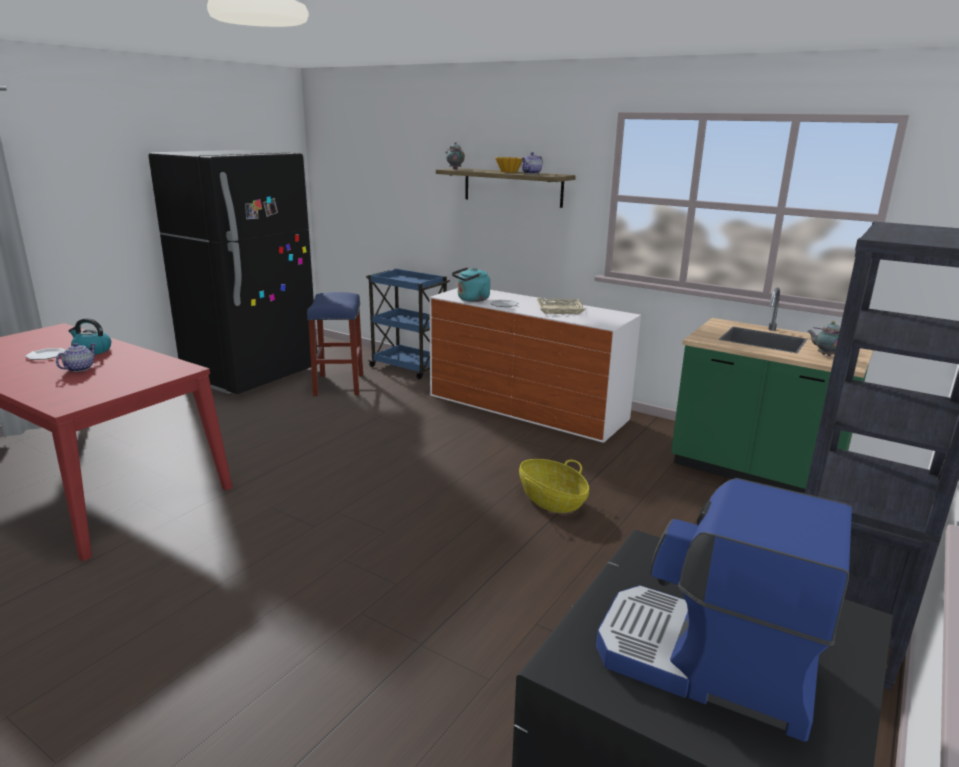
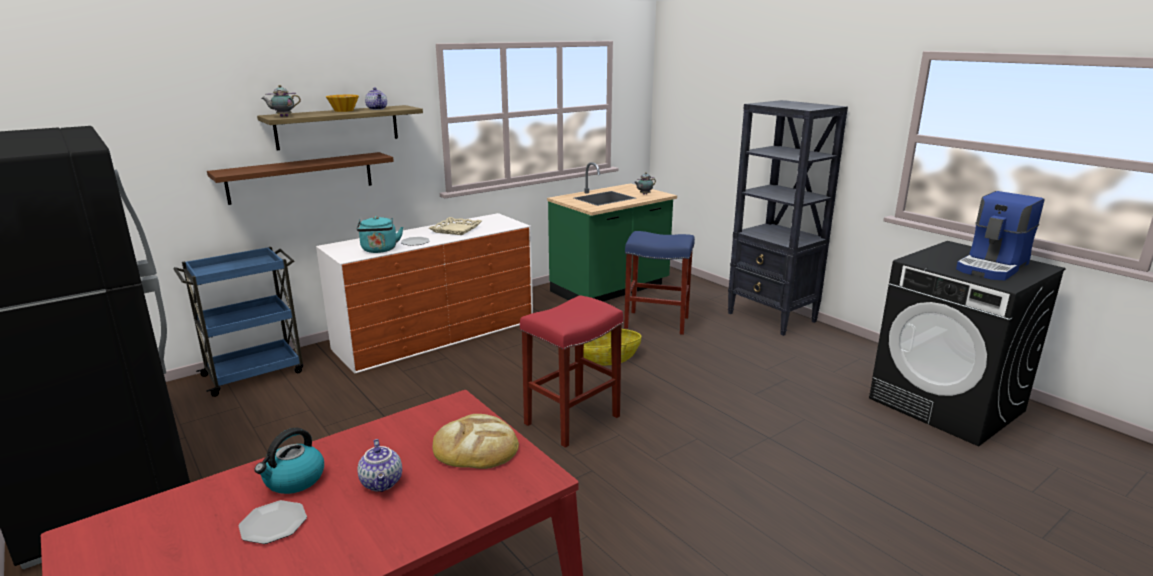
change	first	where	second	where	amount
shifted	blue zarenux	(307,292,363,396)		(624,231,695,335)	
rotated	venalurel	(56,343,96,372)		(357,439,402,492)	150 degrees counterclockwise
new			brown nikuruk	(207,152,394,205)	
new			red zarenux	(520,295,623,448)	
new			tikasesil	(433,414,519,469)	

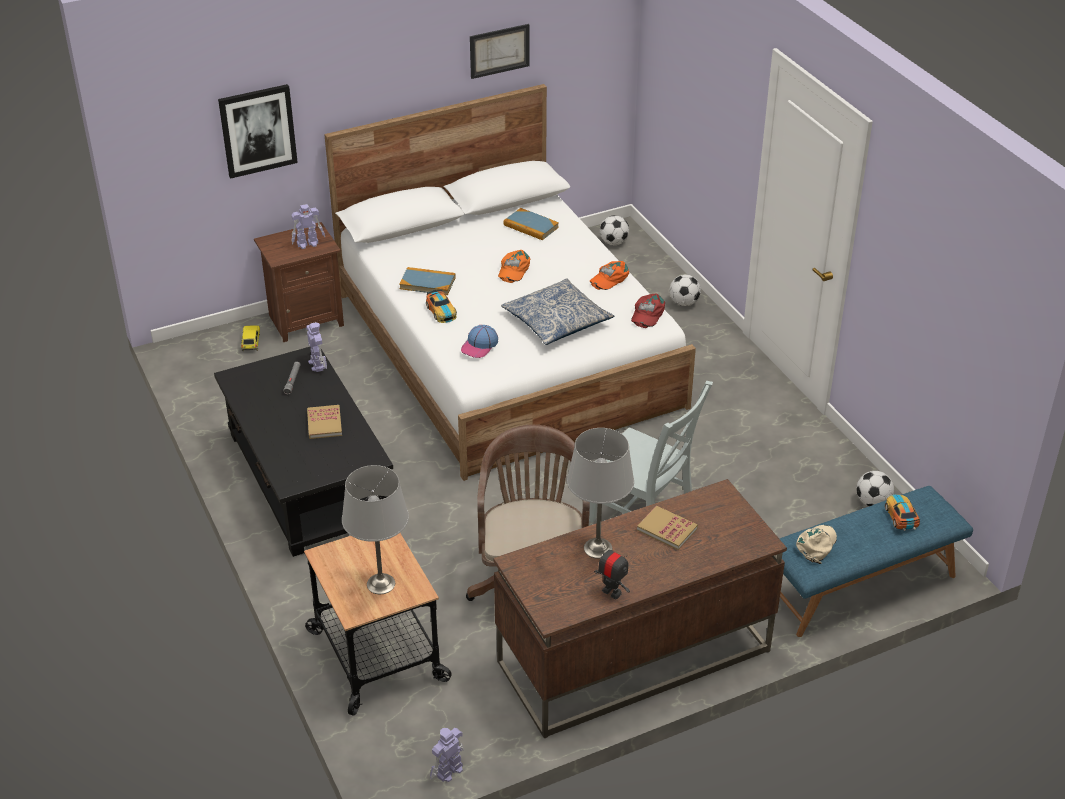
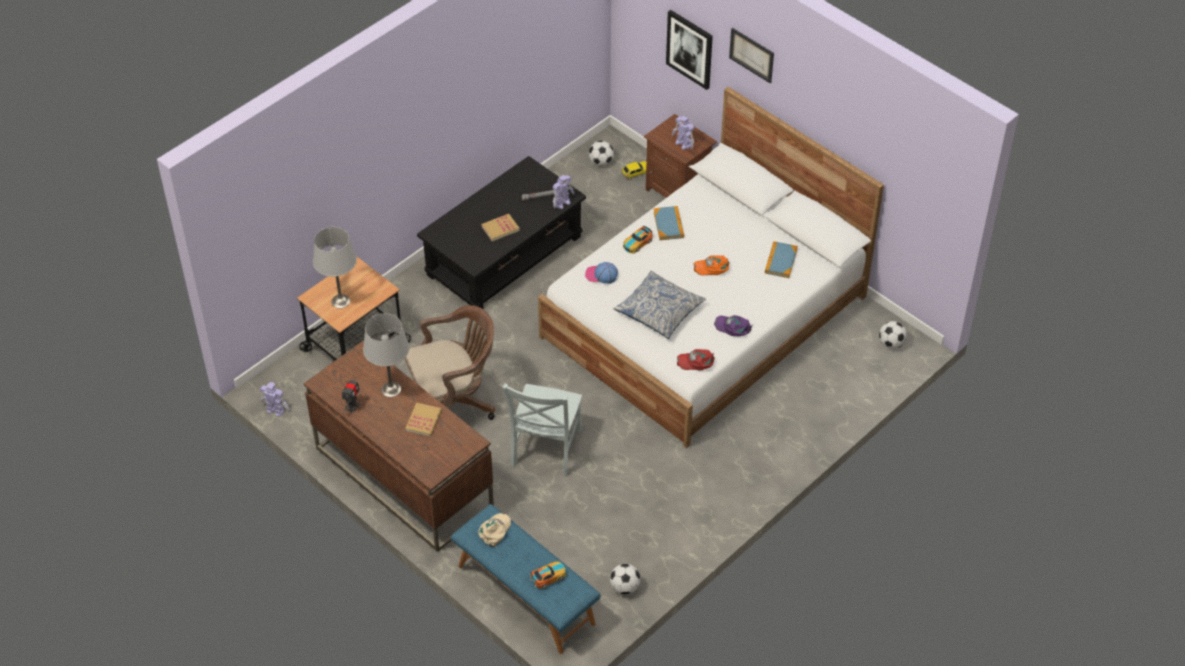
change	first	where	second	where	amount
shifted	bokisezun	(470,24,530,79)		(729,28,774,83)	
repainted	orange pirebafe	(590,261,629,290)	purple pirebafe	(714,315,753,336)	
shifted	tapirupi	(669,275,701,306)		(589,140,614,166)	
rotated	beige pirebafe	(796,525,837,564)		(478,513,511,548)	75 degrees counterclockwise

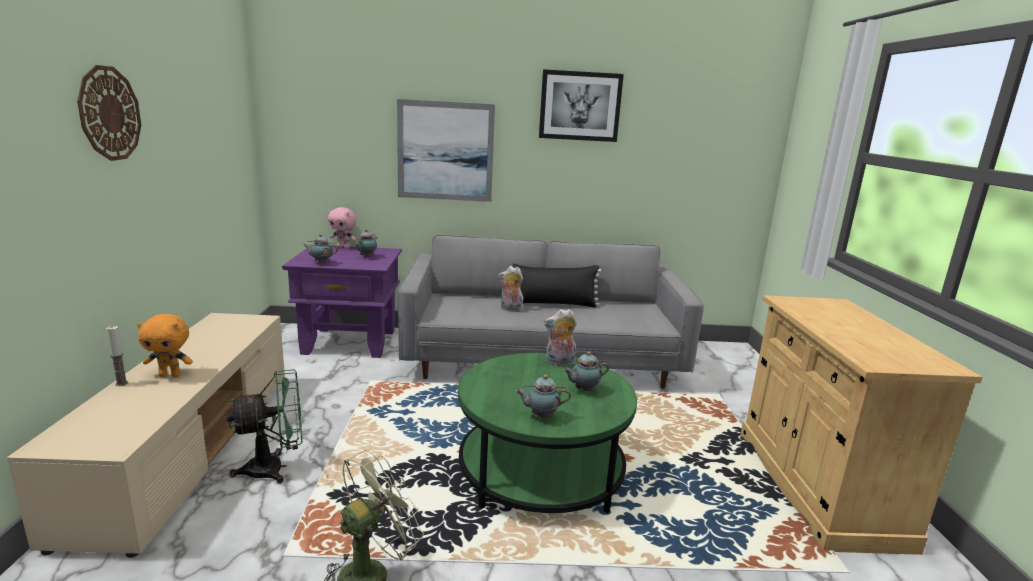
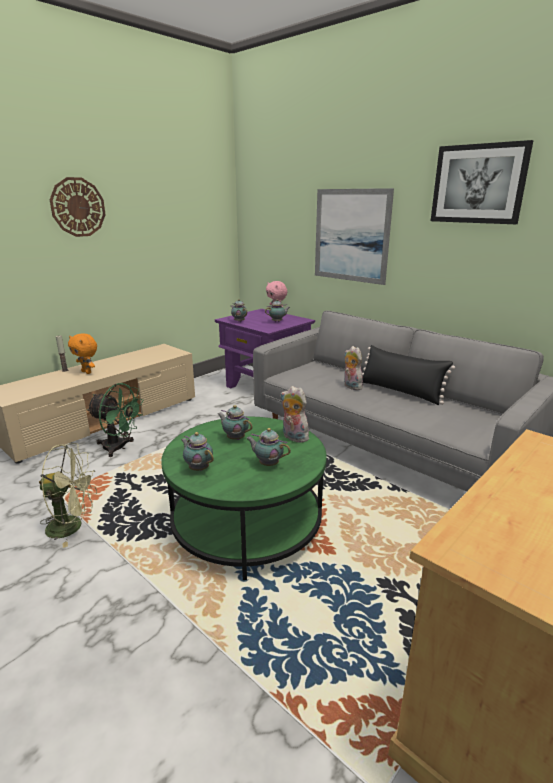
change	first	where	second	where	amount
new			venalurel	(218,405,252,440)	

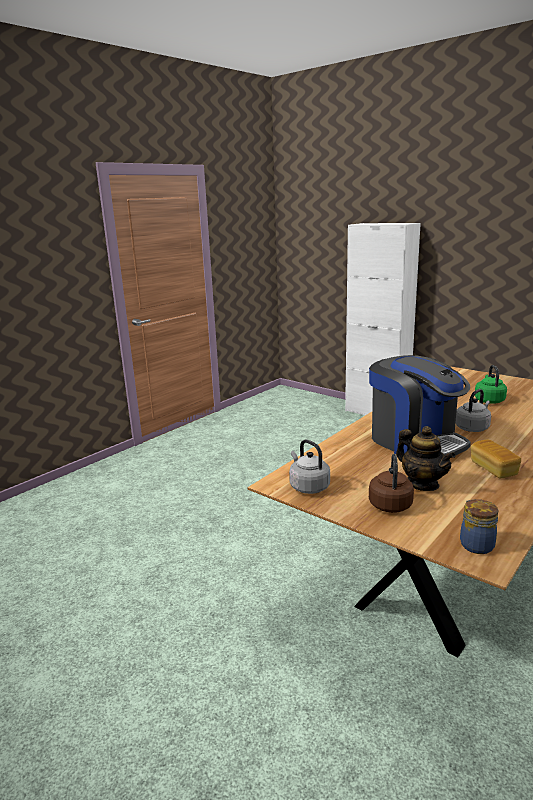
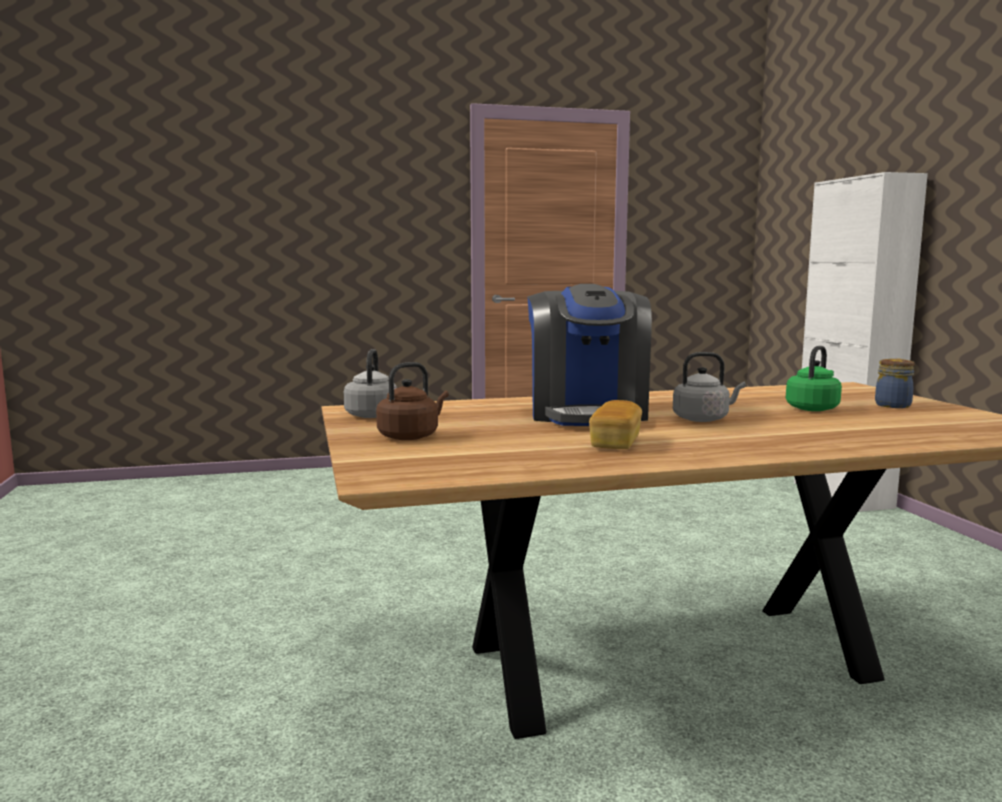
change	first	where	second	where	amount
gone	venalurel	(396,426,456,491)			
shifted	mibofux	(460,499,498,554)		(875,358,914,408)	

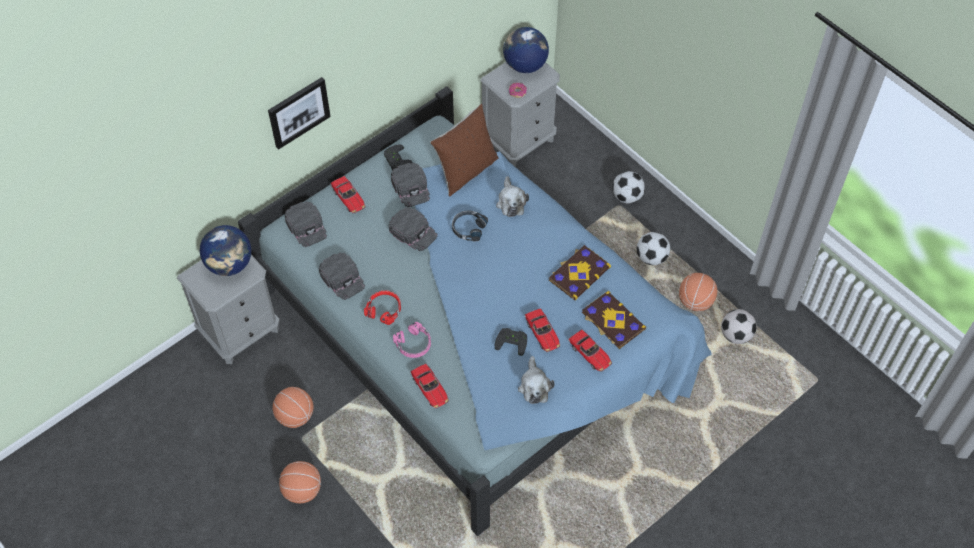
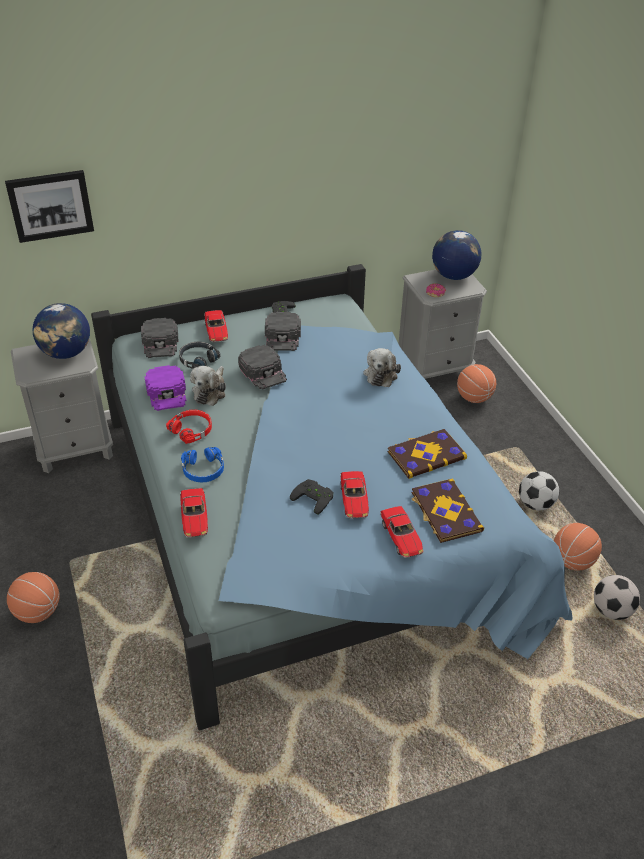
change	first	where	second	where	amount
shifted	bokisezun	(268,77,331,149)		(5,170,94,243)	
gone	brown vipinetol	(430,104,499,196)			
gone	tapirupi	(612,171,645,204)			
shifted	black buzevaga	(452,210,488,242)		(179,342,220,369)	
repainted	black pirebafe	(318,253,365,300)	purple pirebafe	(144,365,187,411)	
repainted	pink buzevaga	(393,322,431,358)	blue buzevaga	(181,447,224,482)	
shifted	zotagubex	(518,356,554,404)		(190,366,226,406)	
shifted	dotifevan	(272,387,314,428)		(457,364,496,403)	

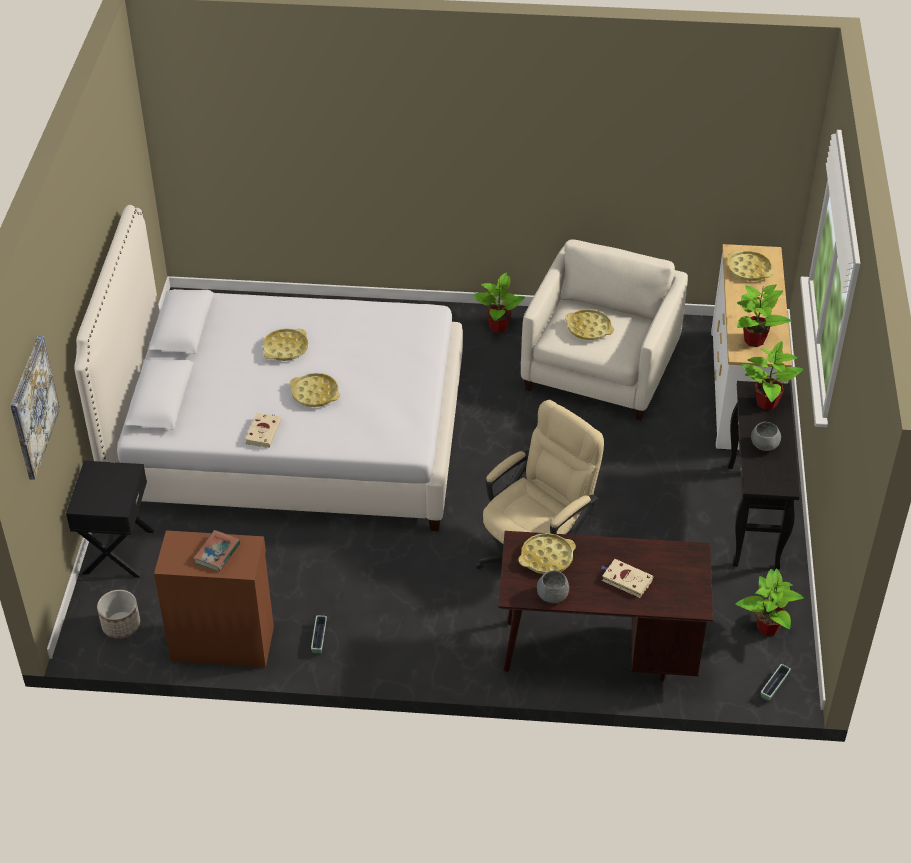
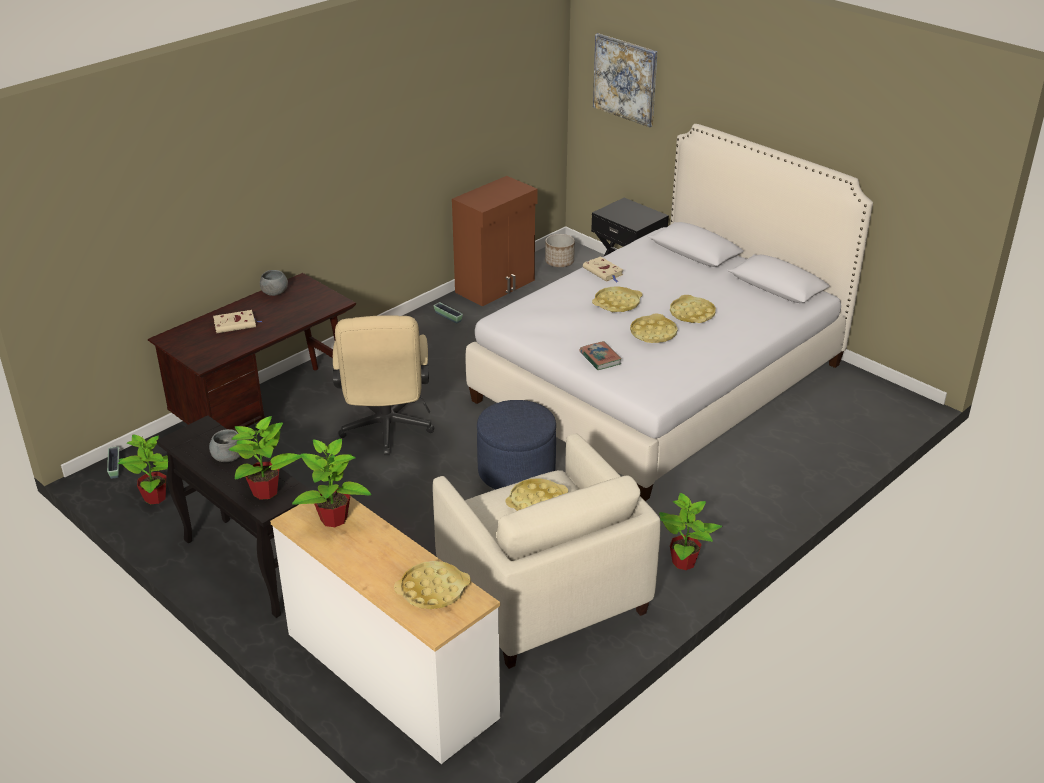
change	first	where	second	where	amount
shifted	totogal	(193,530,241,571)		(580,341,622,370)	
shifted	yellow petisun	(518,533,576,574)		(630,314,678,343)	
new			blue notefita	(477,400,556,490)	

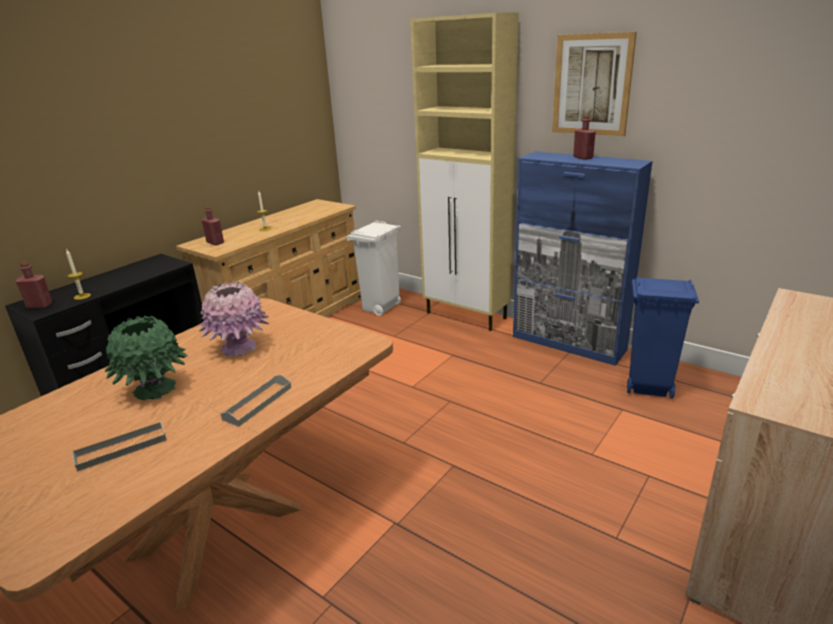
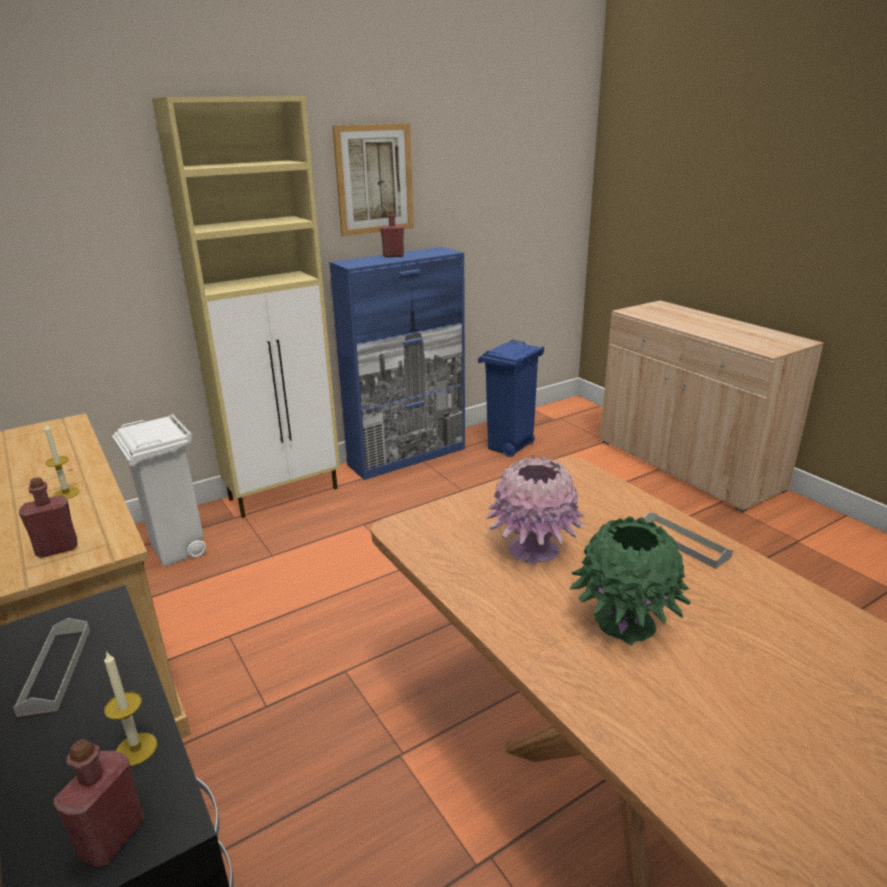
change	first	where	second	where	amount
shifted	grey petisun	(72,421,167,472)		(13,618,90,717)	

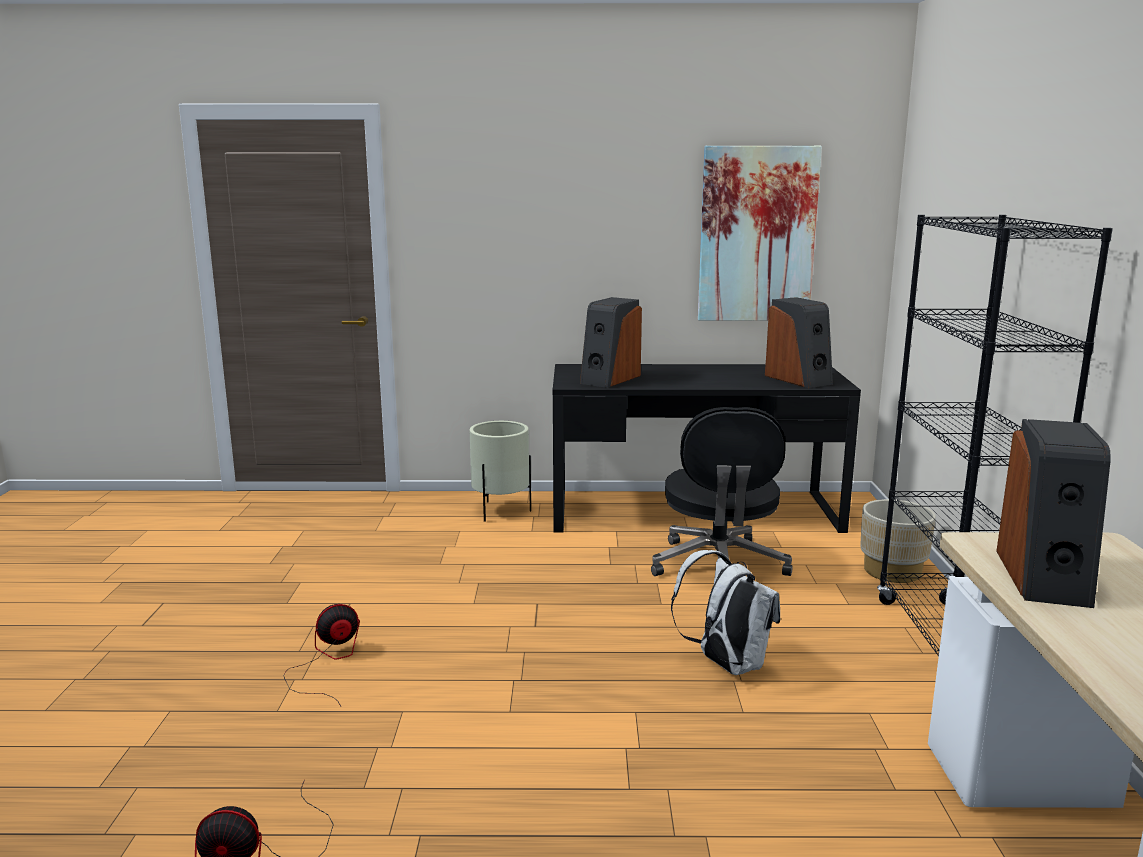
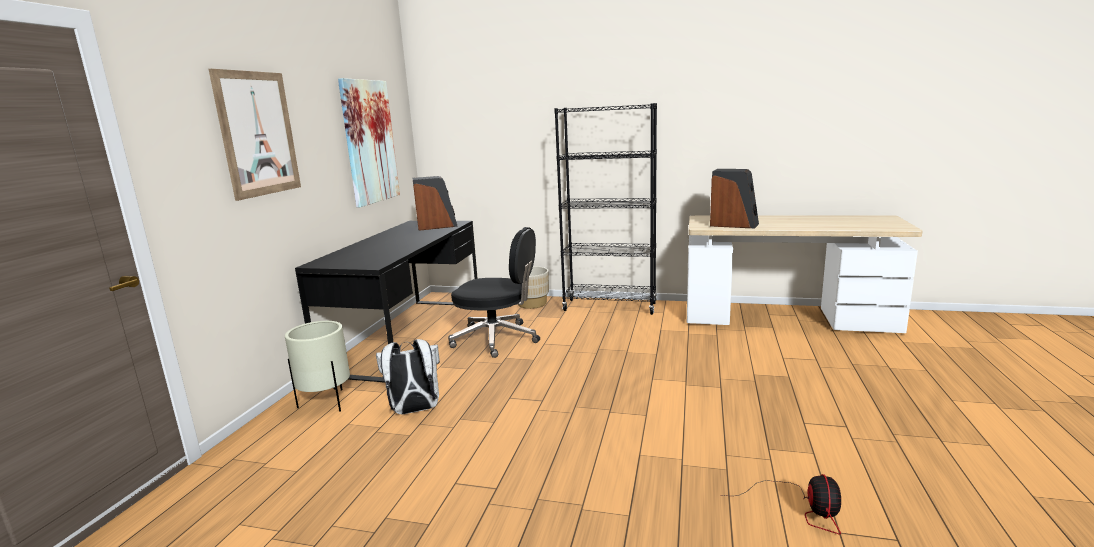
change	first	where	second	where	amount
gone	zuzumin	(580,297,642,388)			
shifted	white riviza	(671,550,780,675)		(376,339,440,414)	
gone	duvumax	(284,604,360,706)			
new			bokisezun	(209,69,301,201)	

